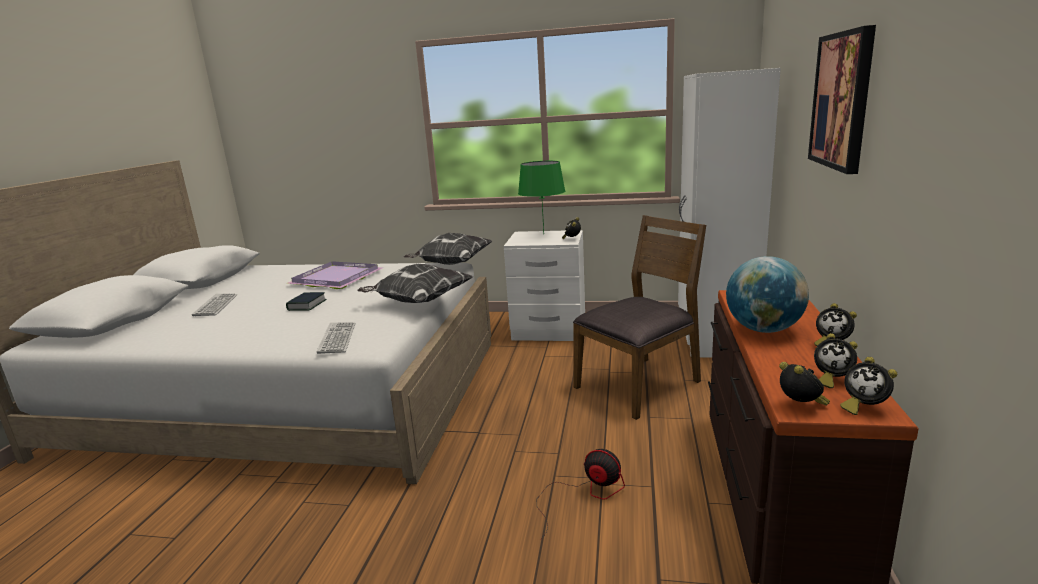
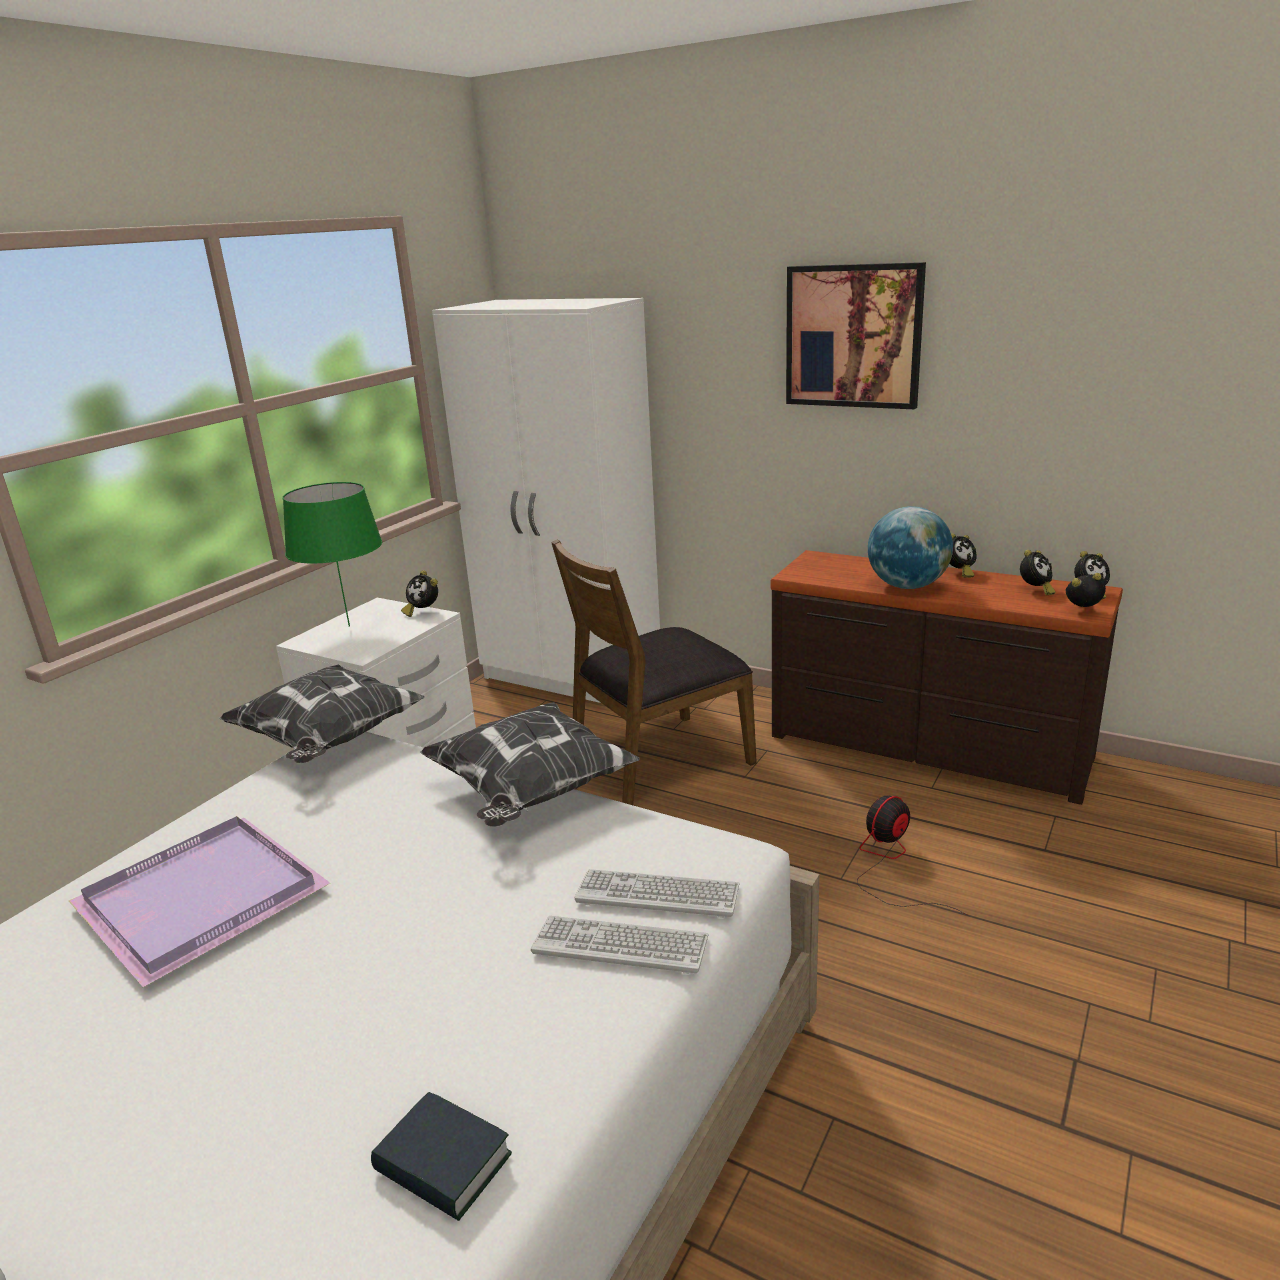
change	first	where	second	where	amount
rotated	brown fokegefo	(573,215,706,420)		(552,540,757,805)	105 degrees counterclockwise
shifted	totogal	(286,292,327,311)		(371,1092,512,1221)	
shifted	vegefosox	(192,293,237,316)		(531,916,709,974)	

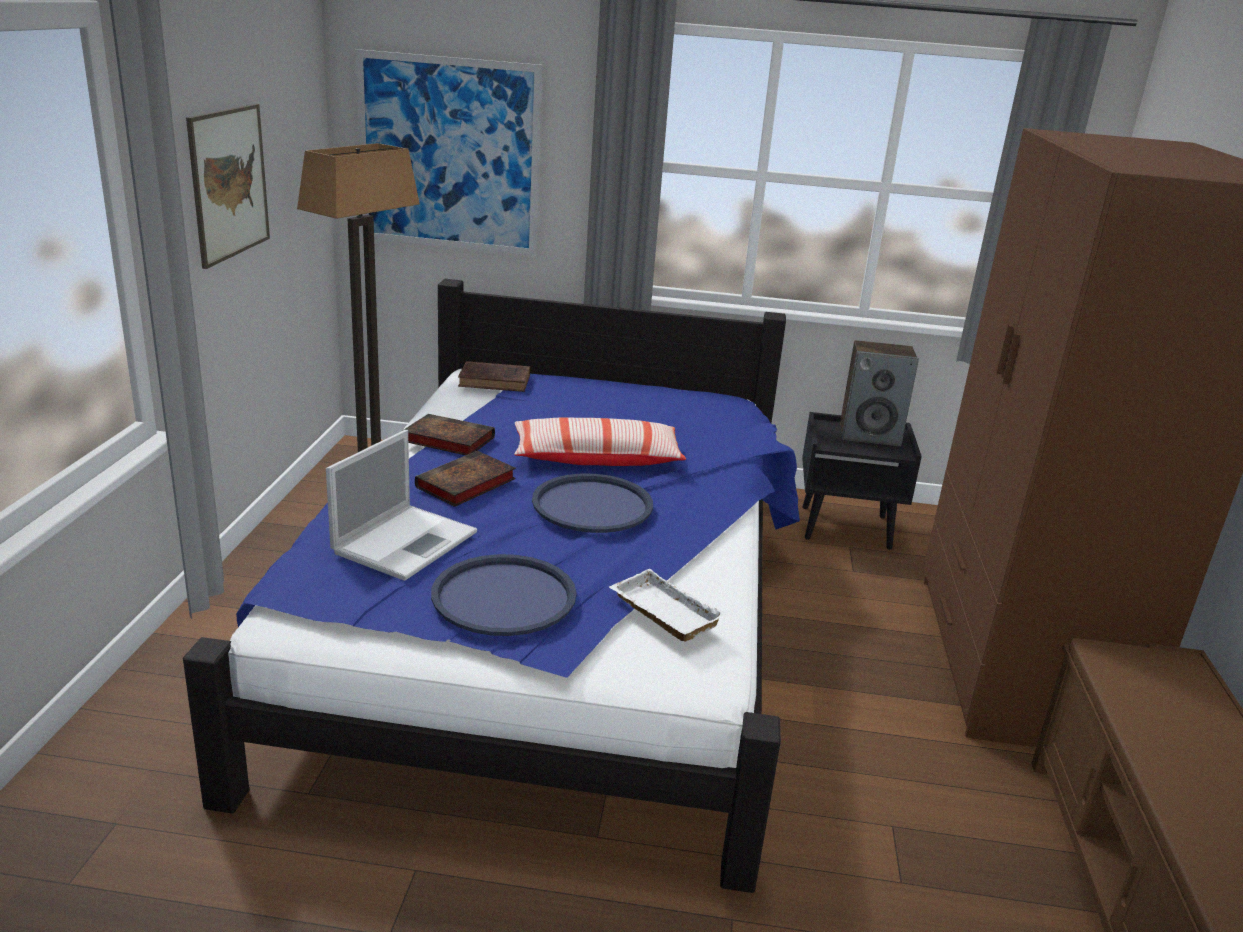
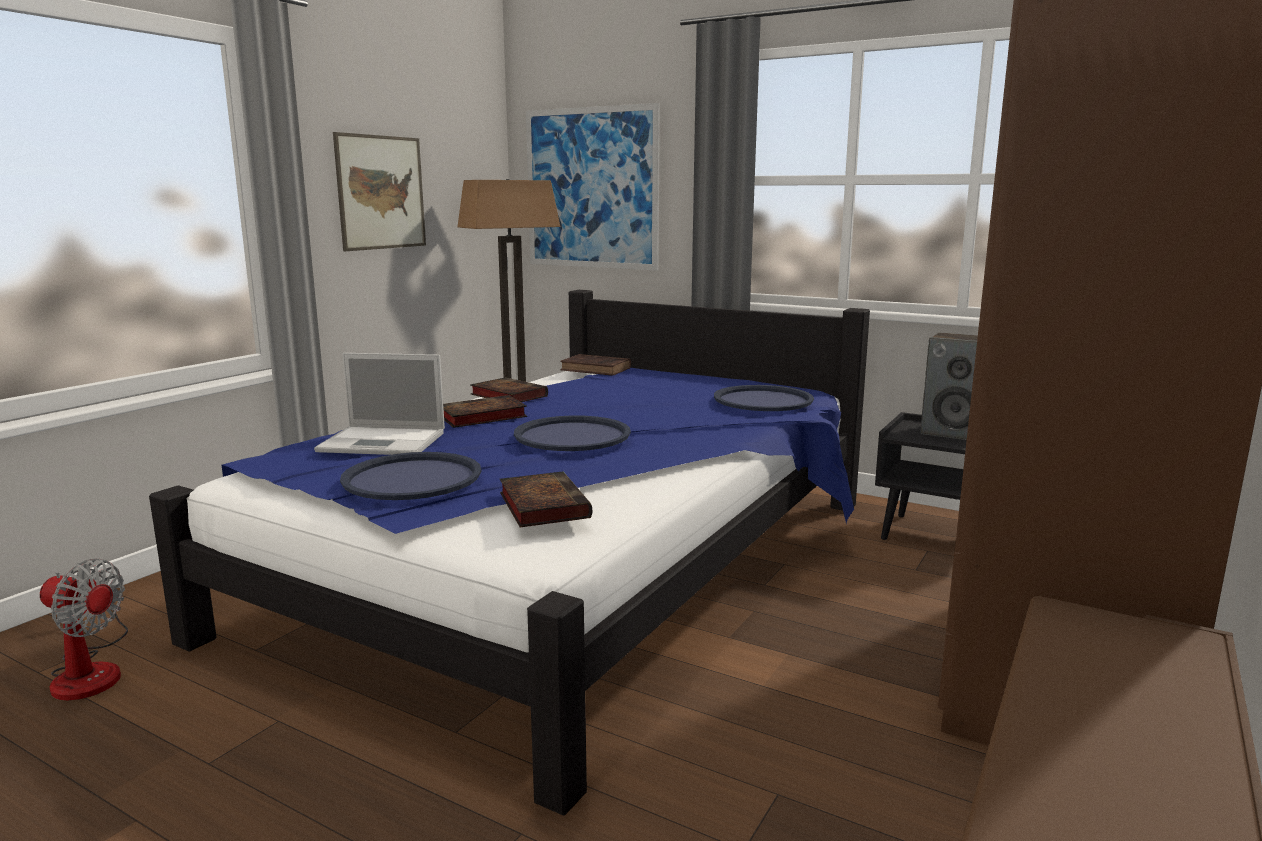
change	first	where	second	where	amount
gone	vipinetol	(514,417,686,466)			
rotated	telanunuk	(326,430,477,581)		(314,353,445,455)	45 degrees clockwise
swapped	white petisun	(609,569,726,642)	totogal	(500,471,592,527)	
new			blue petisun	(714,385,814,411)	
new			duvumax	(40,559,128,701)	

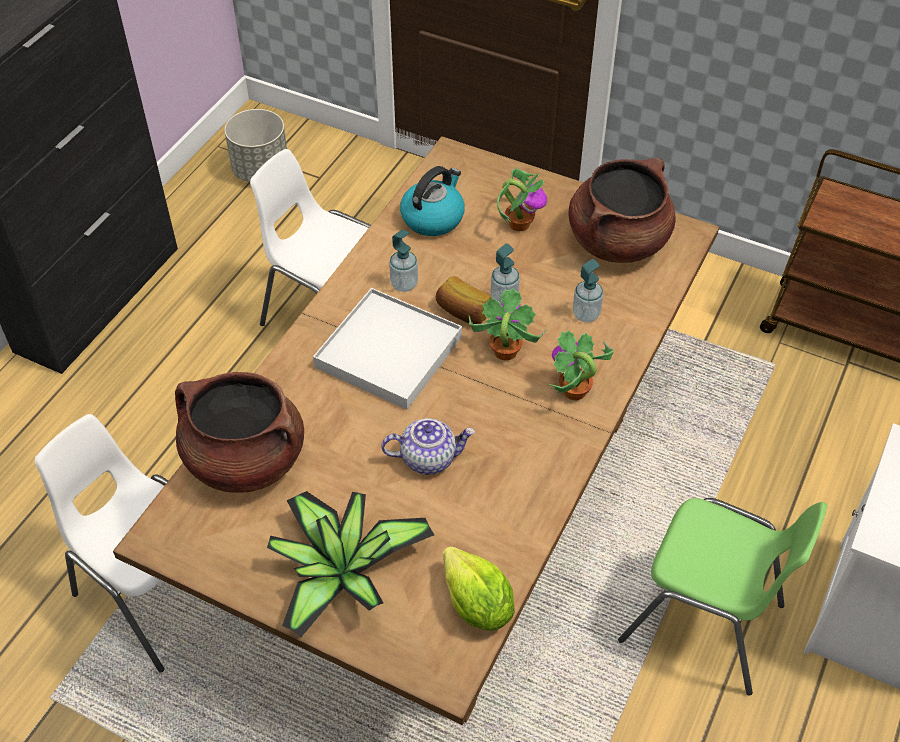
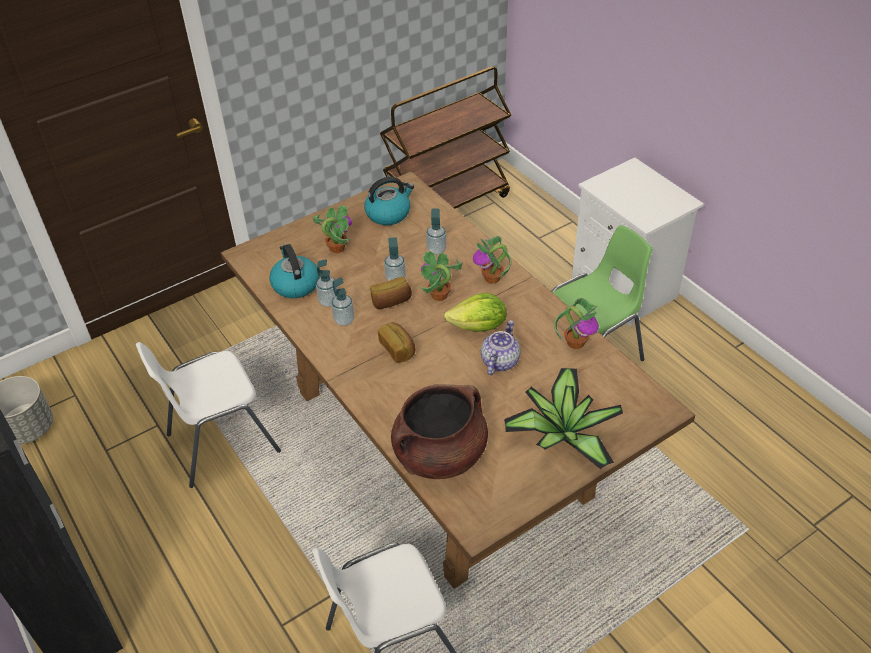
change	first	where	second	where	amount
swapped	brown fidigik	(569,158,675,263)	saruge	(364,176,414,225)	
swapped	white petisun	(313,288,462,410)	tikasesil	(378,322,415,363)	
shifted	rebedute	(443,546,515,631)		(444,293,507,332)	
new			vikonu	(316,259,338,307)	
new			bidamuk	(554,298,599,349)	

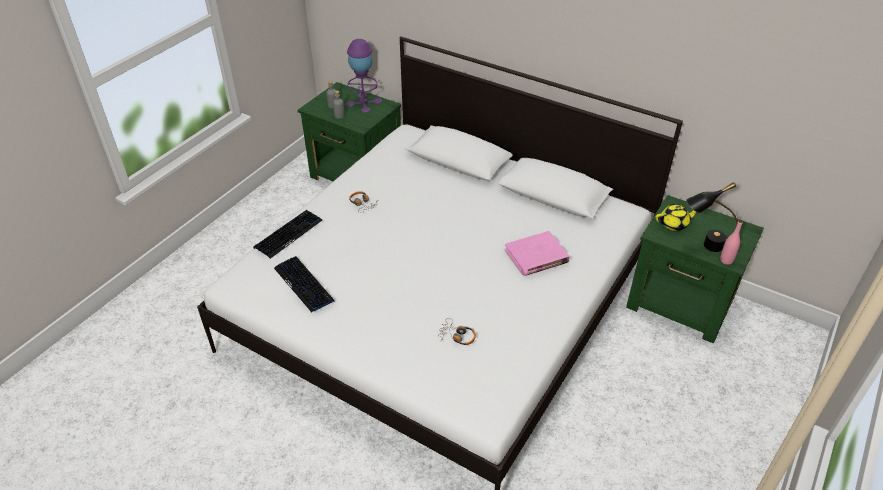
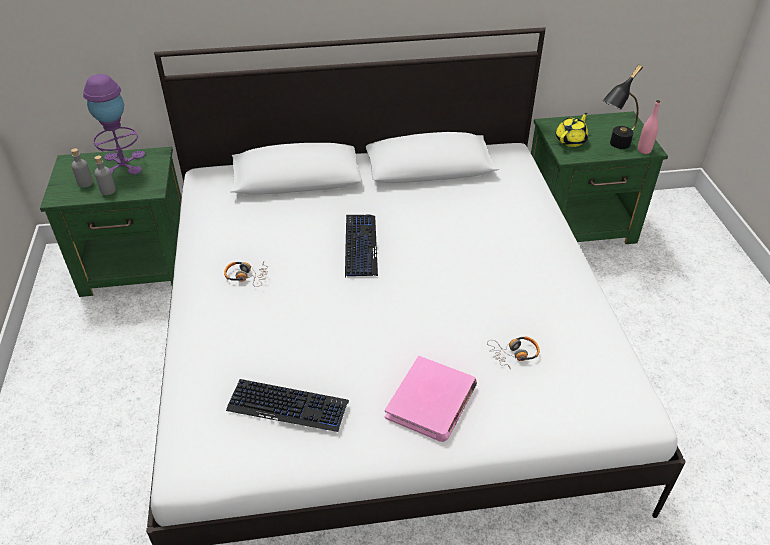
change	first	where	second	where	amount
shifted	vegefosox	(253,210,322,259)		(345,215,378,277)	
shifted	pink totogal	(505,231,570,276)		(385,356,477,442)	

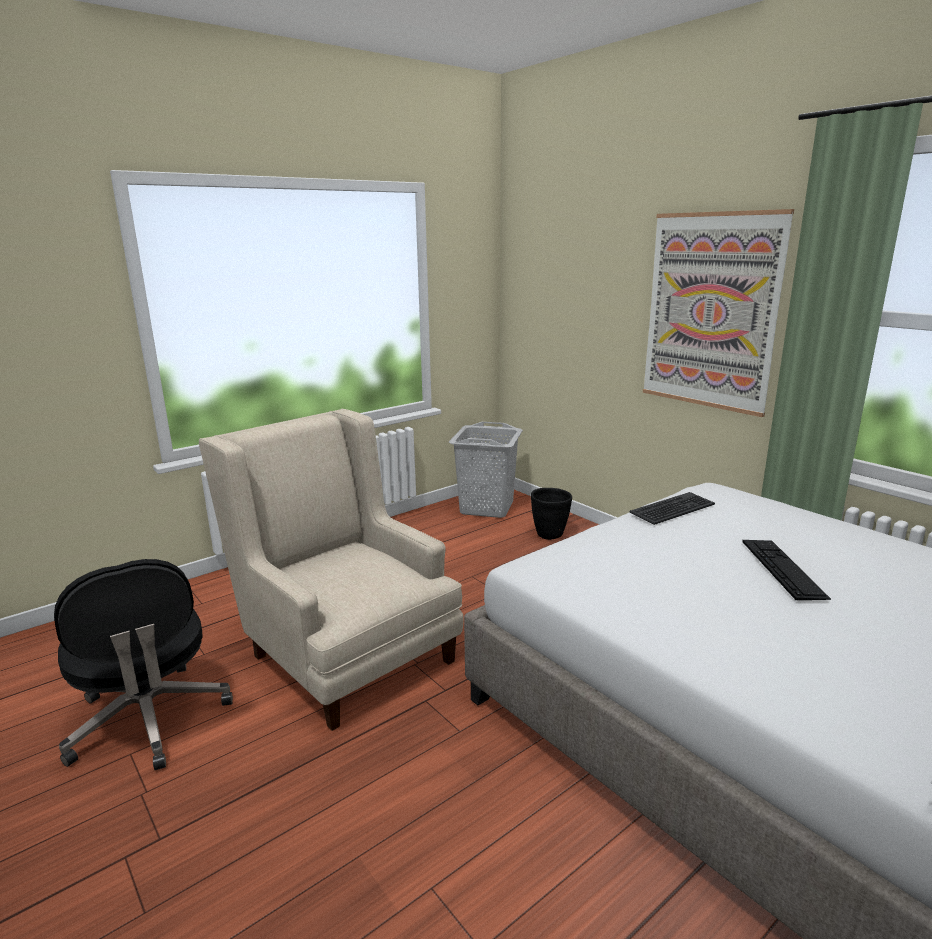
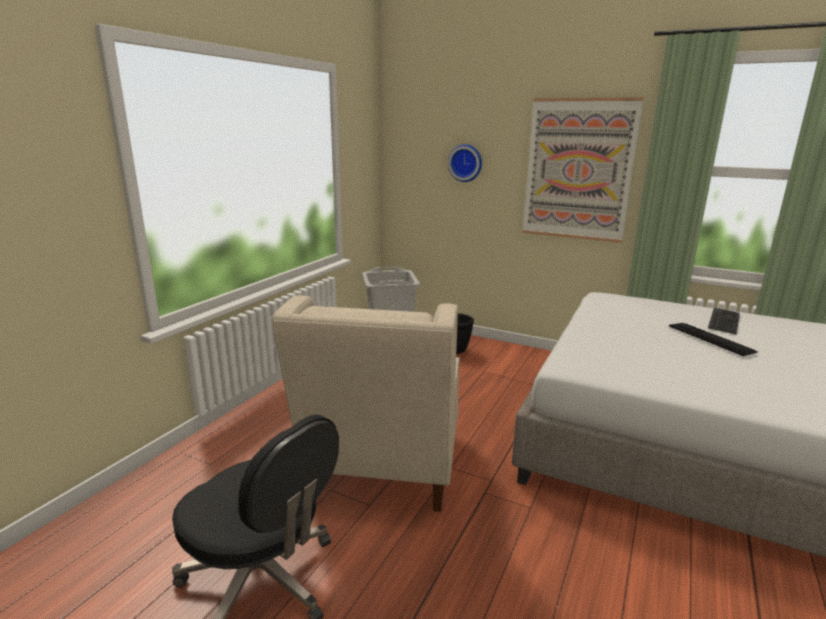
change	first	where	second	where	amount
rotated	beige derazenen	(199,409,464,731)		(272,295,460,512)	105 degrees counterclockwise
shifted	vegefosox	(630,492,715,525)		(708,308,740,334)	
new			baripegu	(448,144,482,182)	

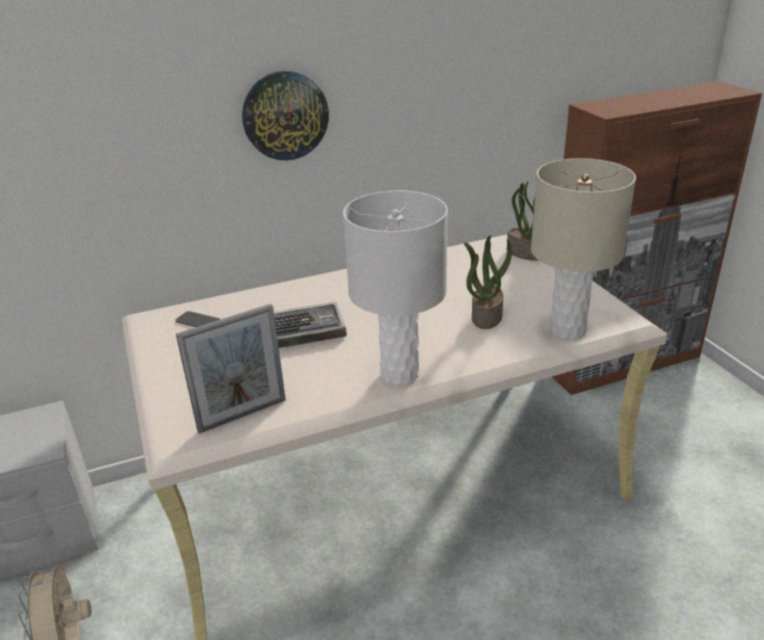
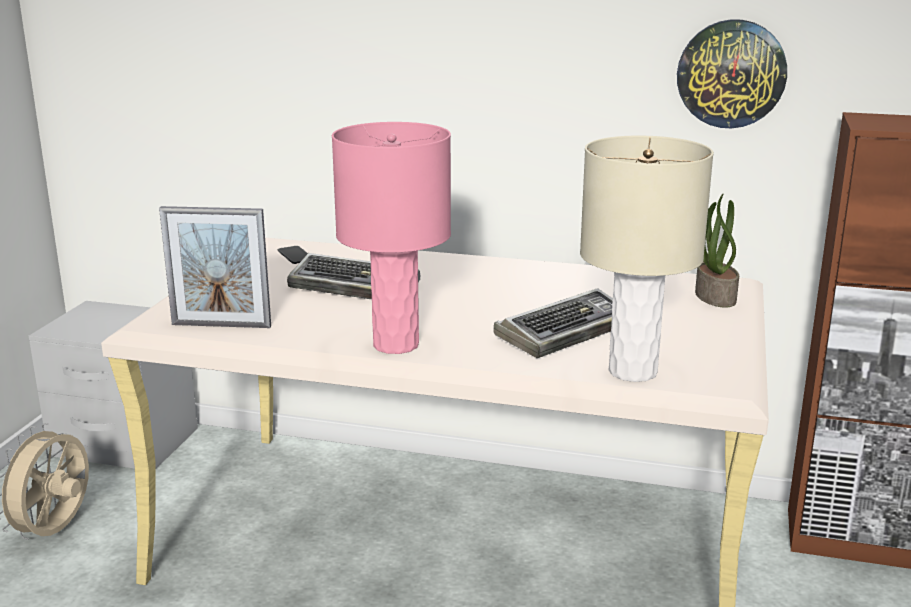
change	first	where	second	where	amount
shifted	baripegu	(242,71,329,160)		(677,19,787,128)	
repainted	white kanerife	(343,190,448,385)	pink kanerife	(332,122,451,354)	
swapped	bidamuk	(464,235,512,329)	vegefosox	(493,288,613,358)	

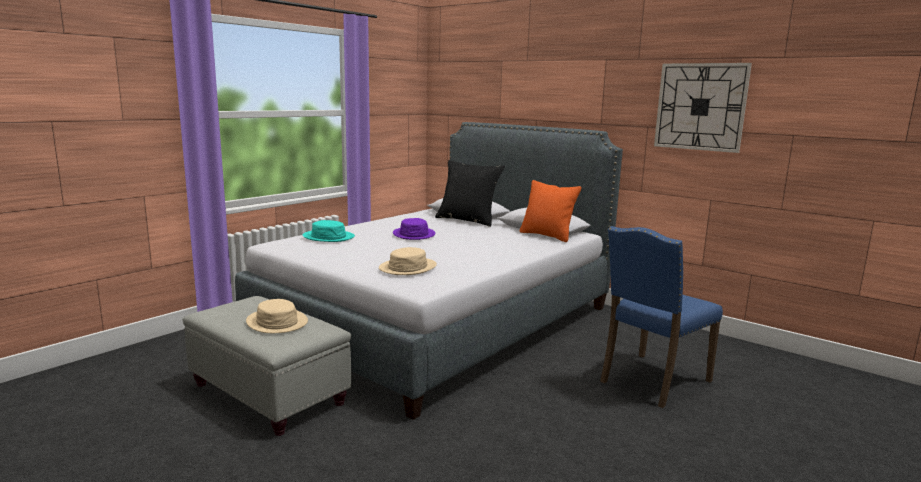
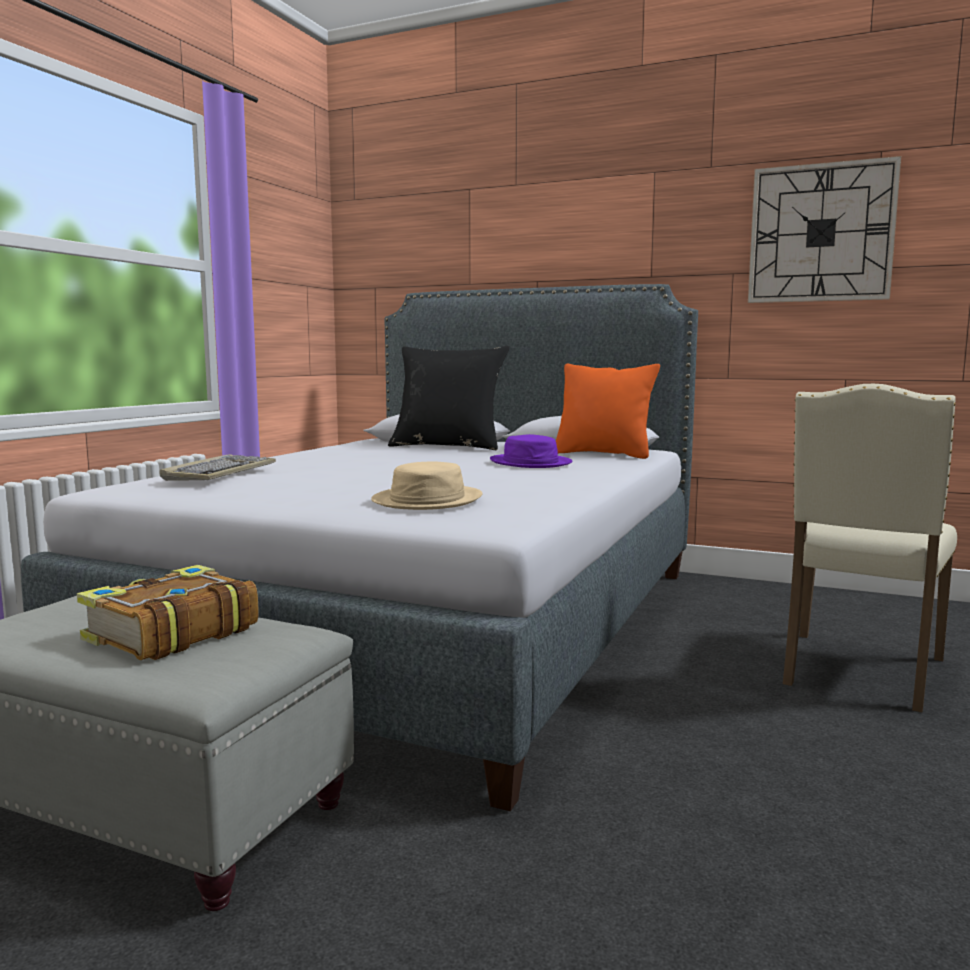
change	first	where	second	where	amount
shifted	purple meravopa	(393,218,435,240)		(490,434,572,468)	
swapped	turquoise meravopa	(303,220,355,242)	vegefosox	(160,454,276,481)	
repainted	blue fokegefo	(600,226,723,408)	beige fokegefo	(783,384,957,712)	
swapped	beige meravopa	(246,299,308,333)	totogal	(77,565,259,660)	

